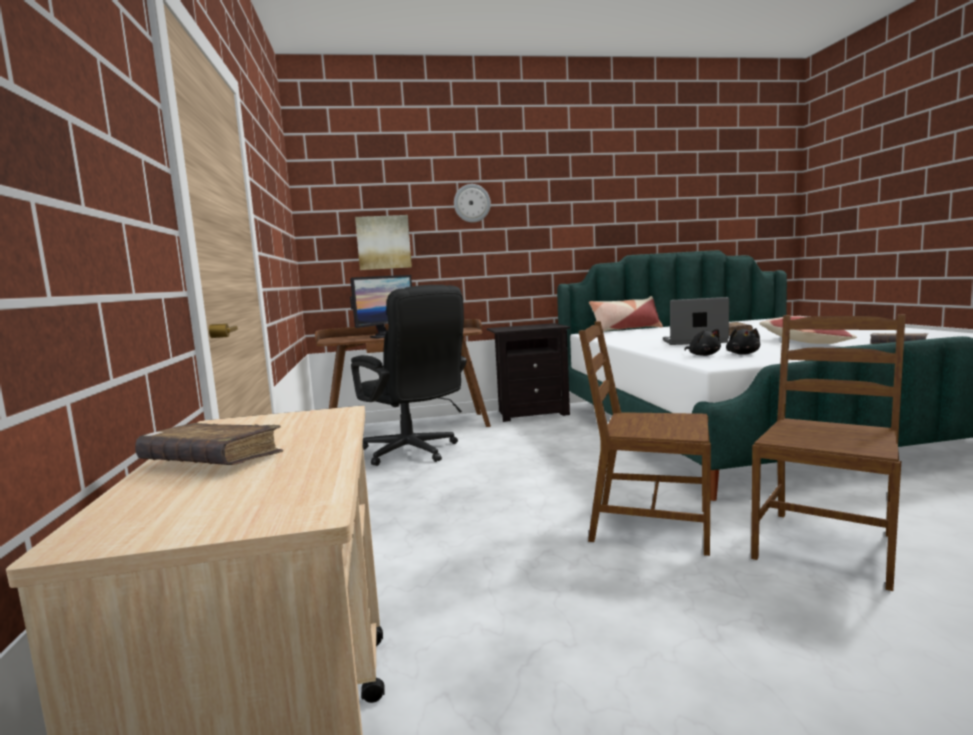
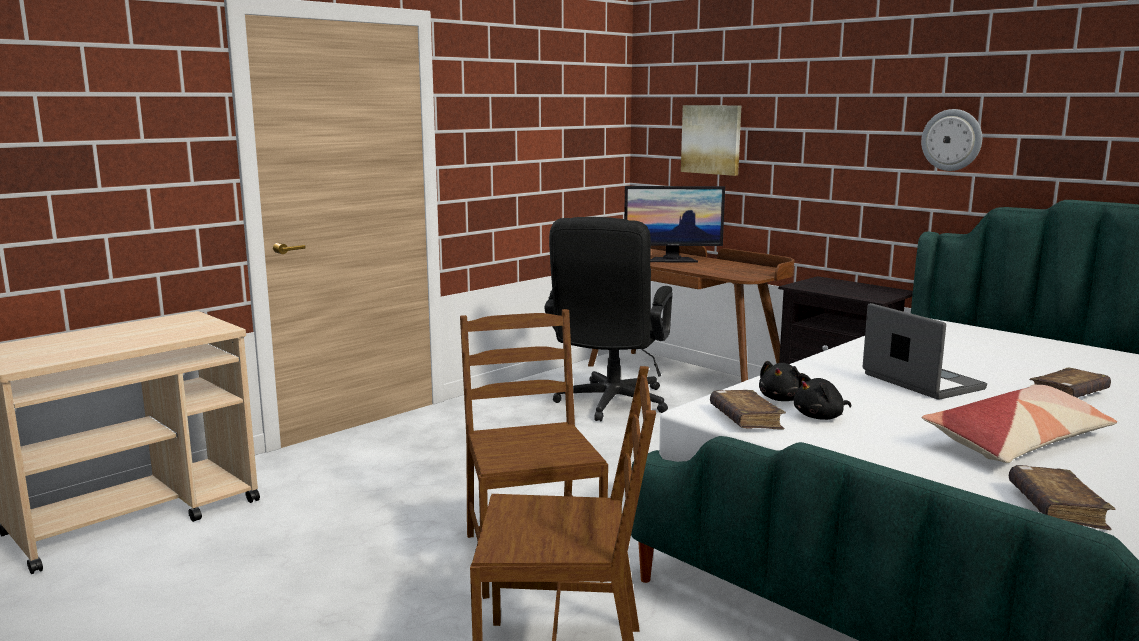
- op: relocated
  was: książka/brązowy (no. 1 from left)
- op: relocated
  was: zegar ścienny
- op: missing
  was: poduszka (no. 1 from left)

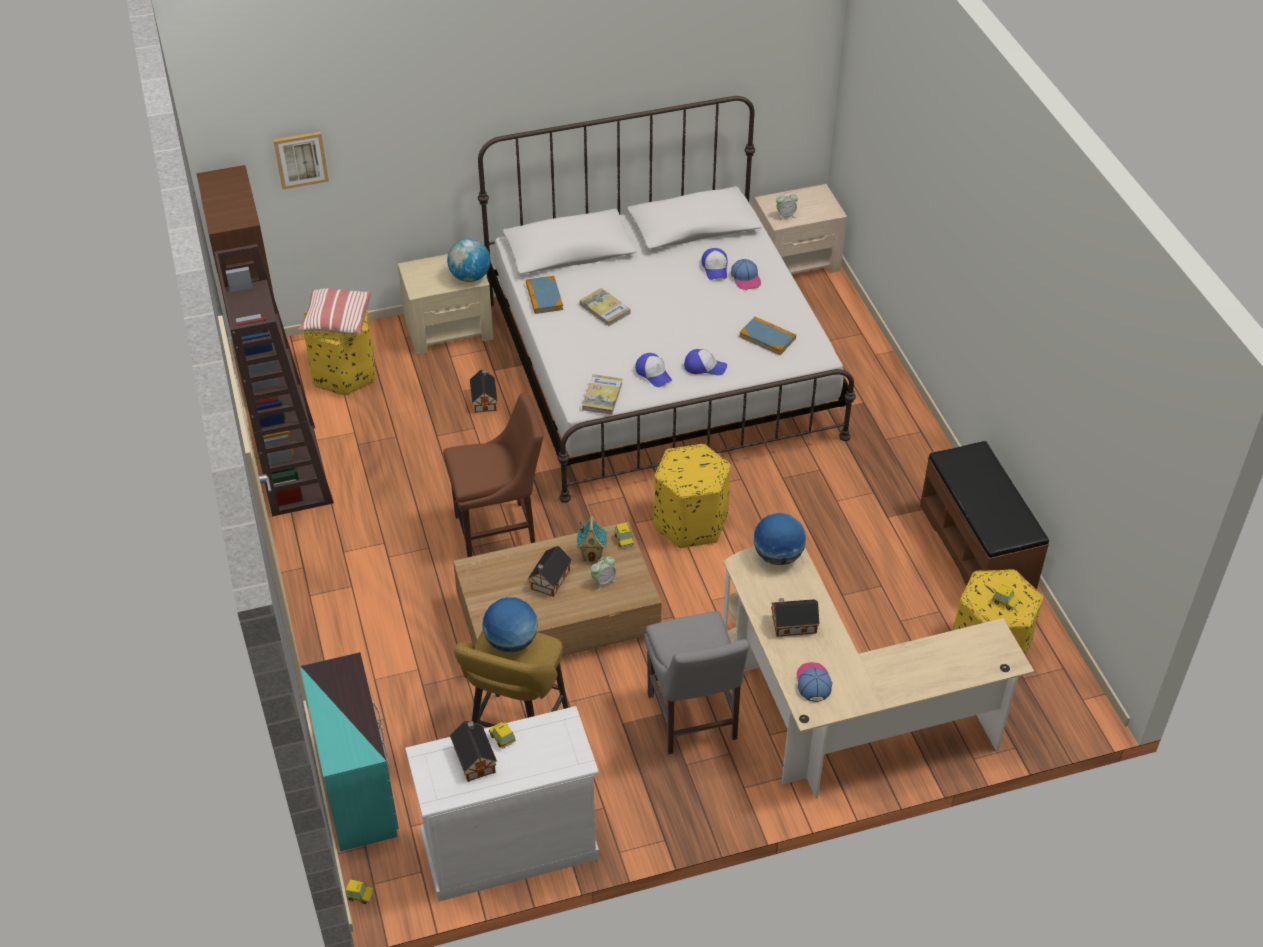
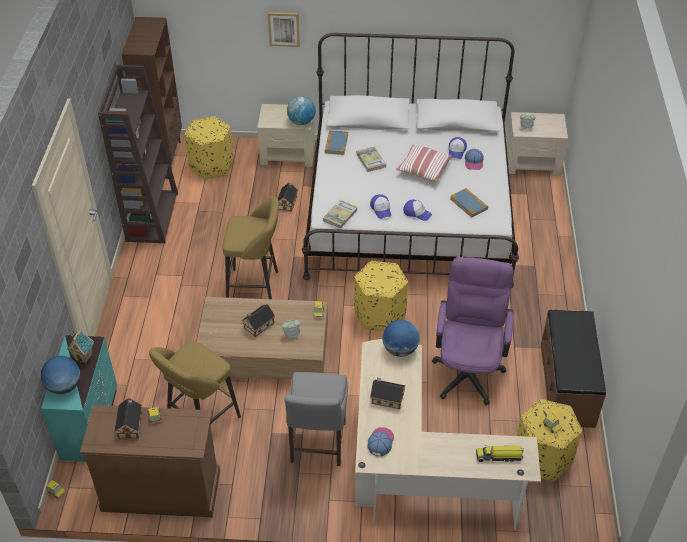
- op: relocated
  was: obraz
- op: relocated
  was: poduszka
- op: colour
  was: komoda/biały
  now: komoda/brązowy
- op: exchanged
  was: krzesło/brązowy
  now: stołek/żółty (no. 2 from left)
- op: relocated
  was: globus (no. 2 from left in the first image)
  now: globus (no. 1 from left)
- op: relocated
  was: domek (no. 4 from left in the first image)
  now: domek (no. 1 from left)
- op: appeared
  now: krzesło biurowe/fioletowy
- op: appeared
  now: ciężarówka zabawkowa

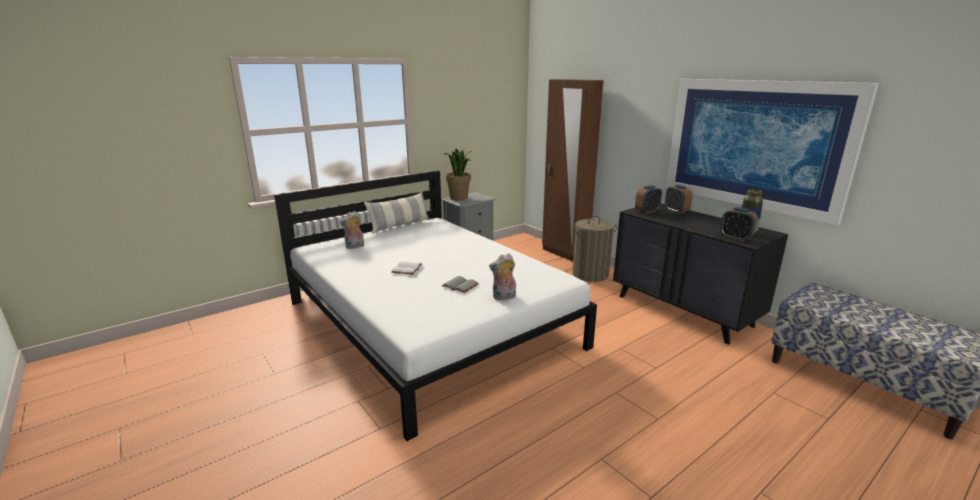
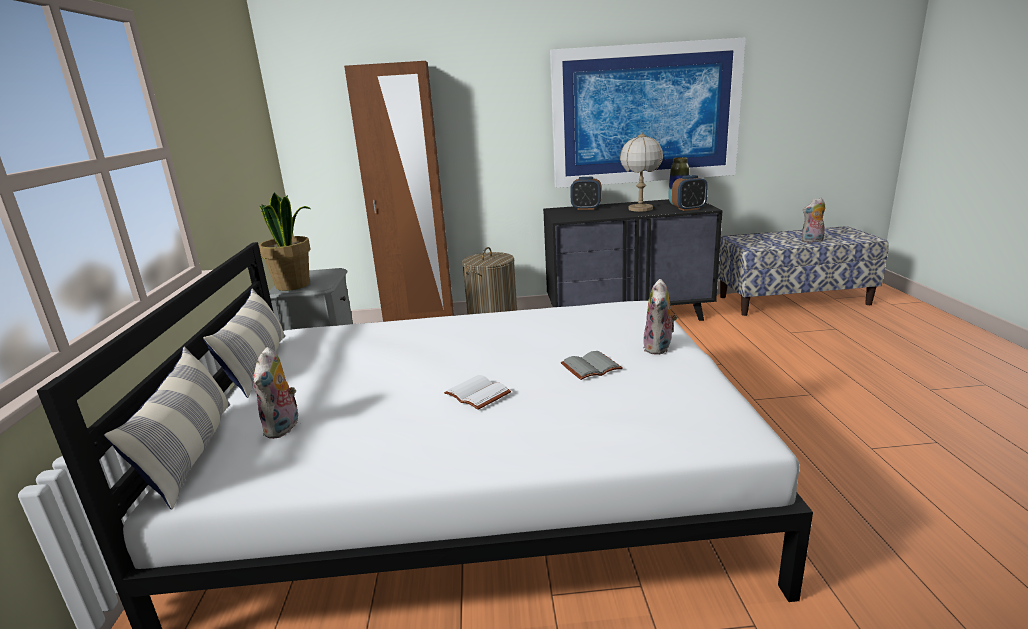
- op: missing
  was: budzik (no. 1 from left)
- op: appeared
  now: poduszka (no. 1 from left)
- op: appeared
  now: lampa stołowa
- op: appeared
  now: pluszak (no. 3 from left)

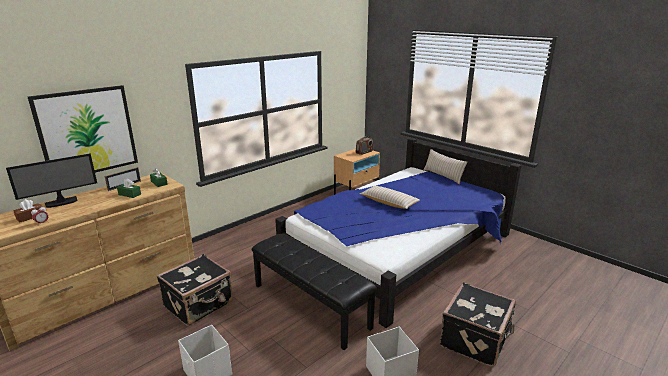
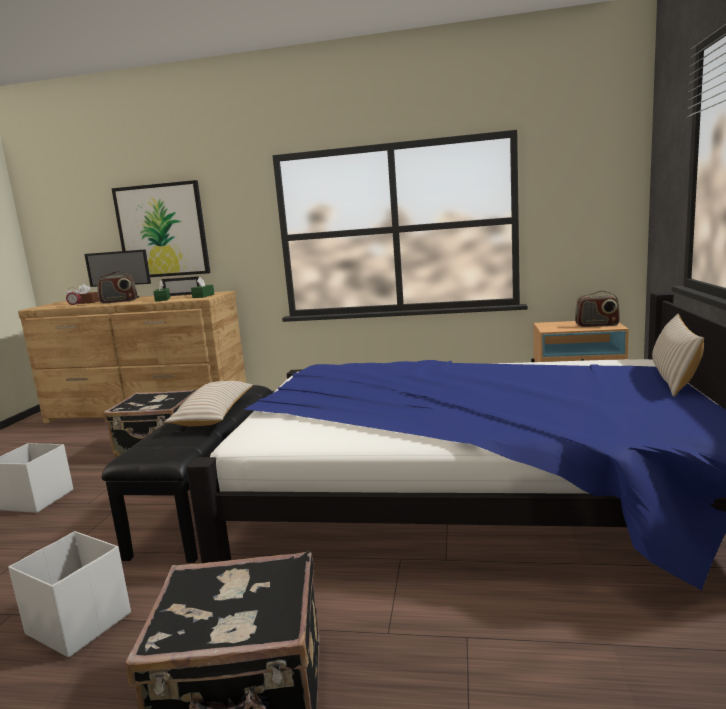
- op: relocated
  was: poduszka/beżowy (no. 1 from left)
- op: appeared
  now: radio (no. 1 from left)

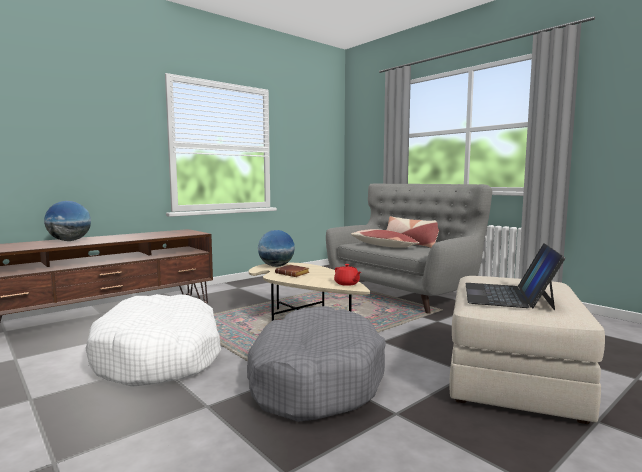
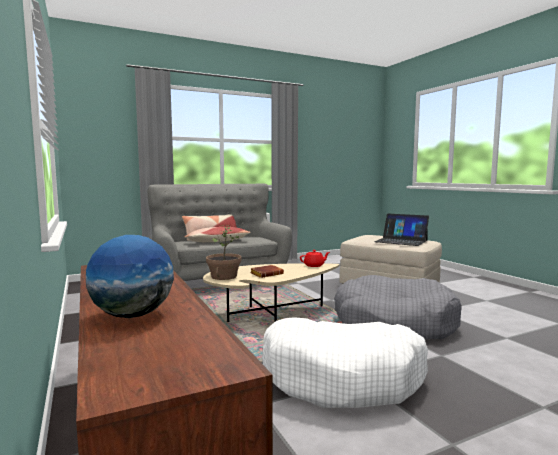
- op: exchanged
  was: globus (no. 2 from left)
  now: roślina doniczkowa

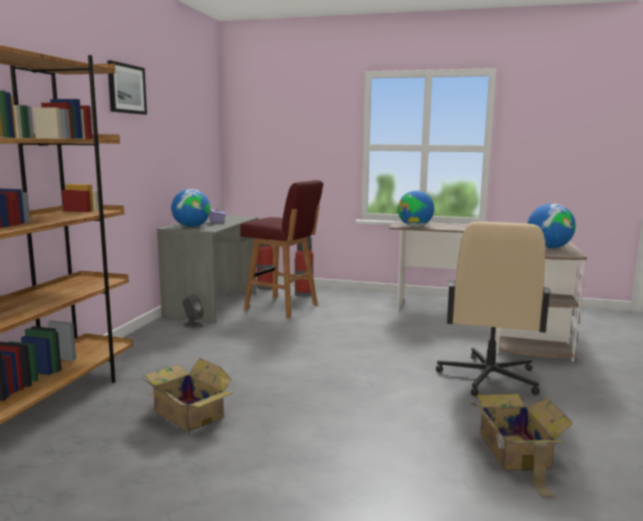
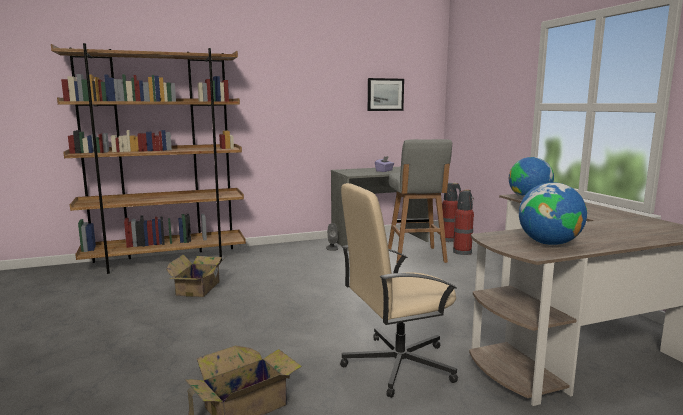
- op: relocated
  was: obraz
- op: missing
  was: globus (no. 1 from left)
- op: colour
  was: stołek/czerwony
  now: stołek/szary

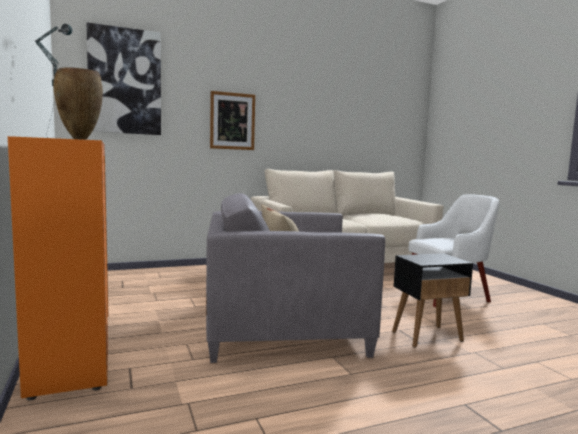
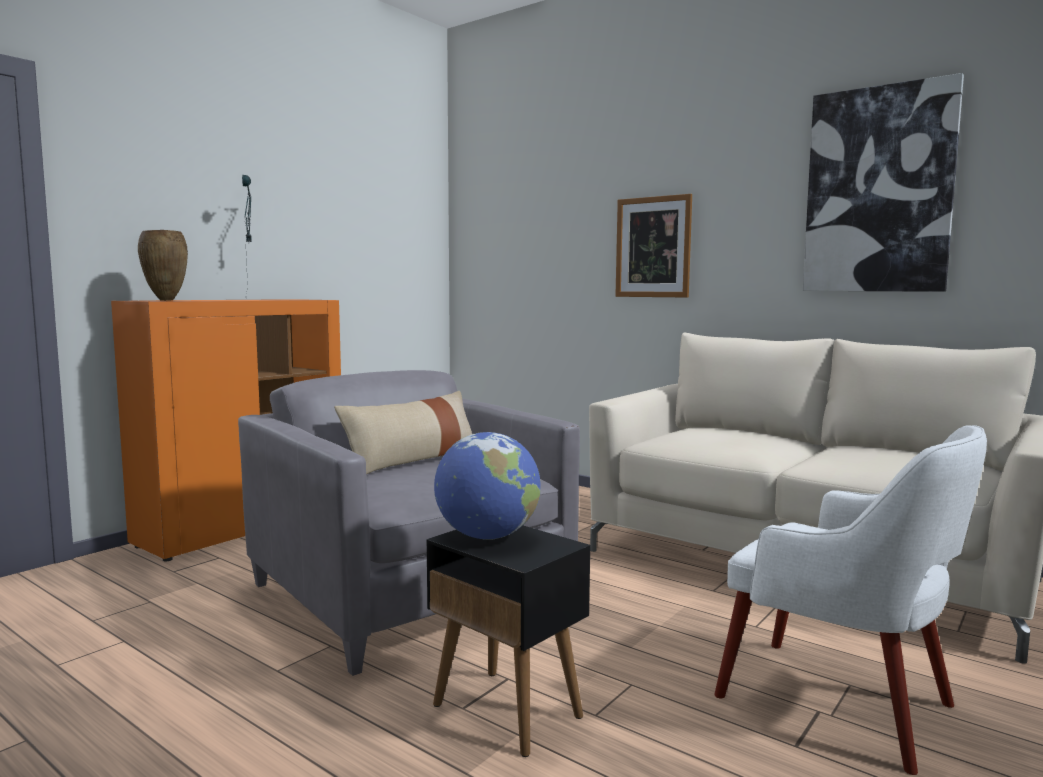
- op: relocated
  was: obraz (no. 1 from left in the first image)
  now: obraz (no. 2 from left)
- op: appeared
  now: globus

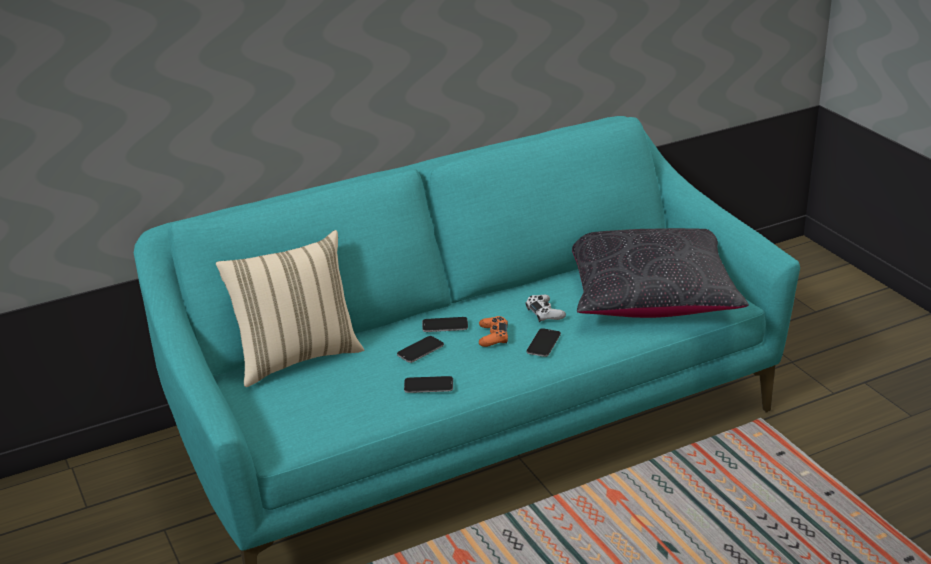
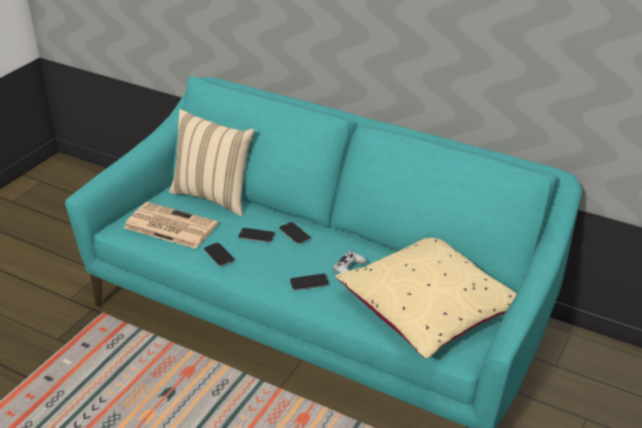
- op: missing
  was: pad do gier/pomarańczowy
- op: colour
  was: poduszka/czarny
  now: poduszka/beżowy (no. 2 from left)
- op: appeared
  now: gazeta

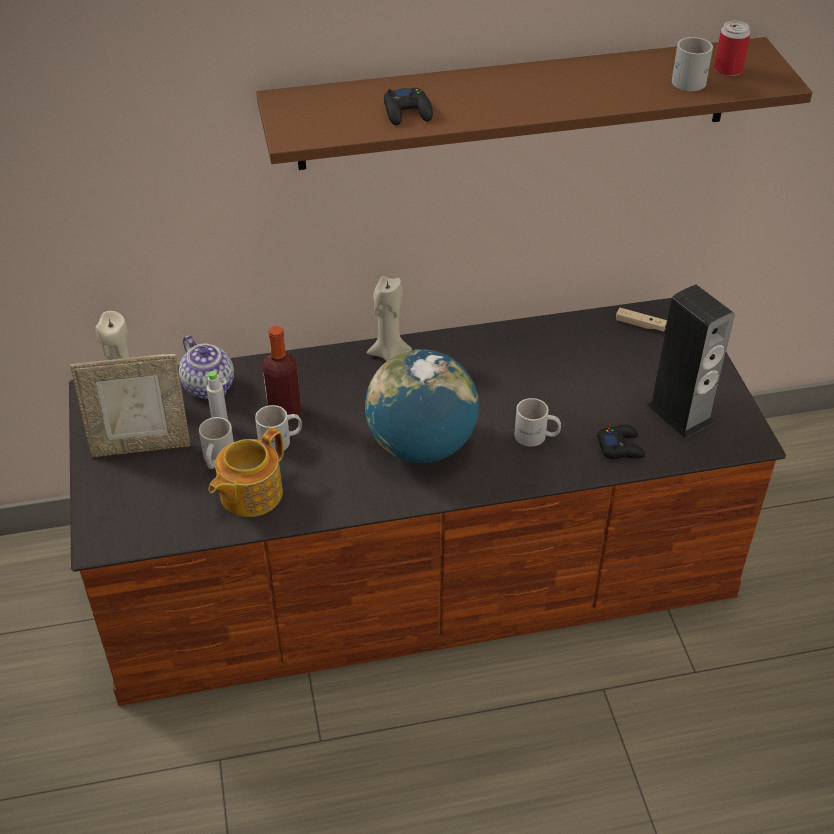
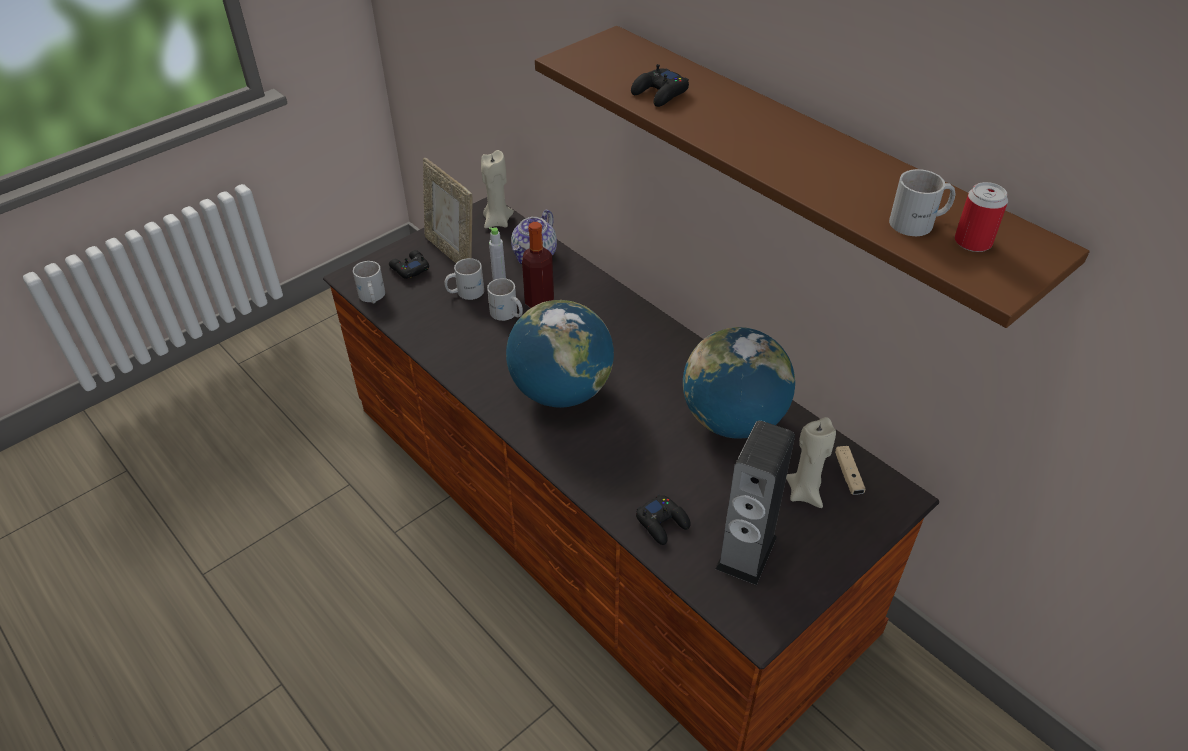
- op: missing
  was: imbryk (no. 2 from left)
- op: relocated
  was: świeca/beżowy (no. 2 from left)
- op: relocated
  was: kubek/biały (no. 3 from left in the first image)
  now: kubek/biały (no. 1 from left)
- op: appeared
  now: pad do gier/czarny (no. 1 from left)
- op: appeared
  now: globus (no. 2 from left)

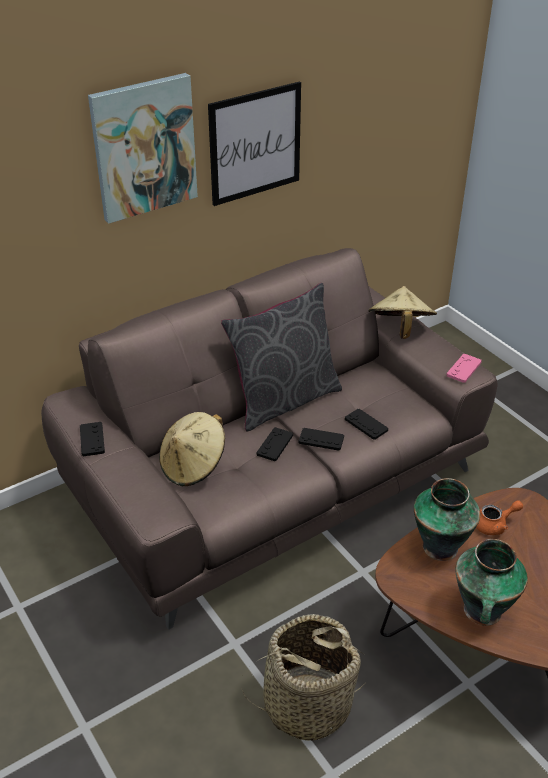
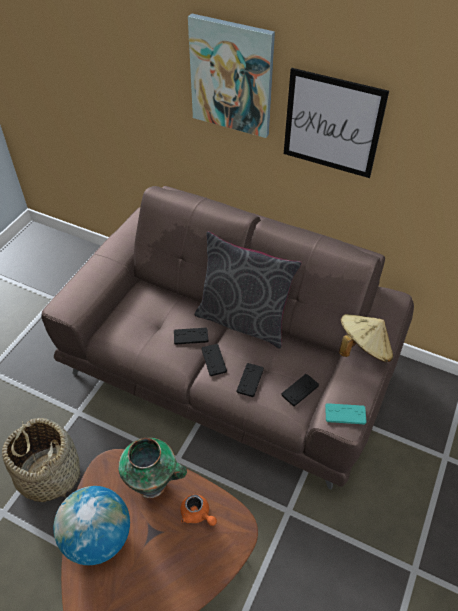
- op: relocated
  was: pad do gier/czarny (no. 1 from left in the first image)
  now: pad do gier/czarny (no. 4 from left)
- op: missing
  was: kapelusz/beżowy (no. 1 from left)
- op: colour
  was: pad do gier/różowy
  now: pad do gier/turkusowy
- op: exchanged
  was: wazon (no. 2 from left)
  now: globus

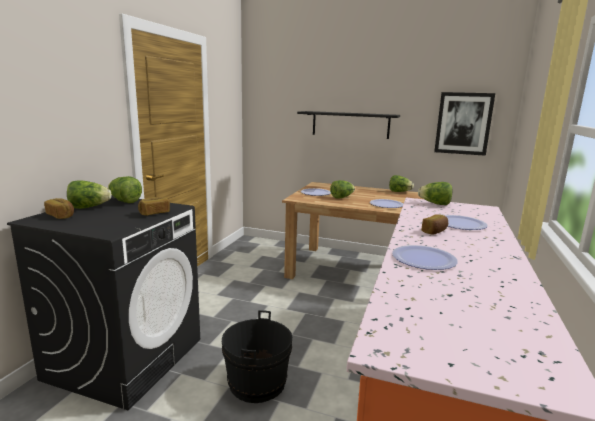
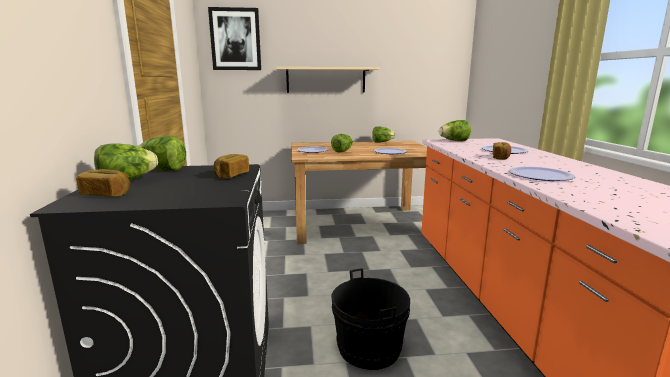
- op: colour
  was: półka/czarny
  now: półka/beżowy
- op: relocated
  was: obraz

